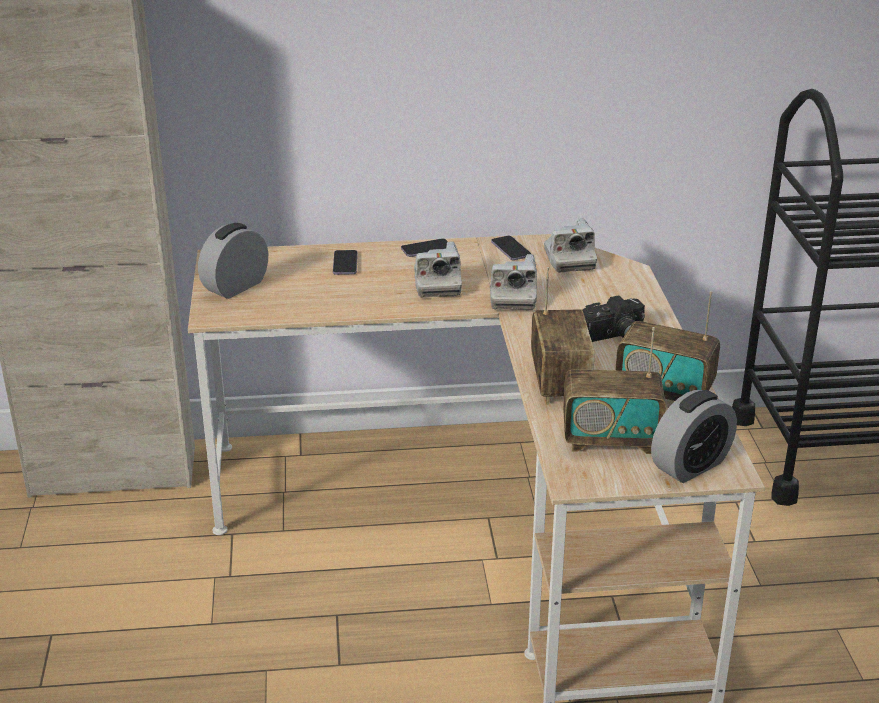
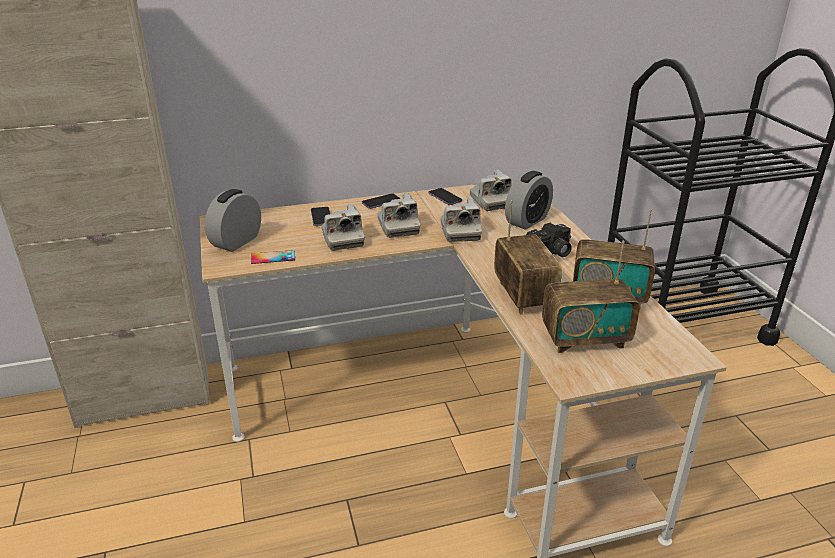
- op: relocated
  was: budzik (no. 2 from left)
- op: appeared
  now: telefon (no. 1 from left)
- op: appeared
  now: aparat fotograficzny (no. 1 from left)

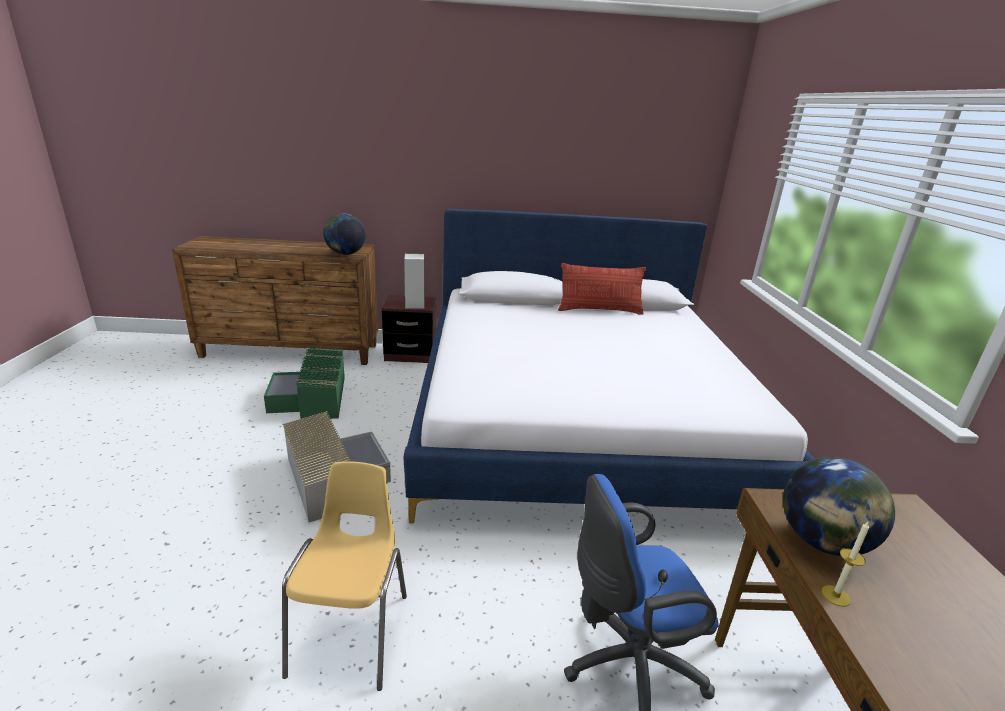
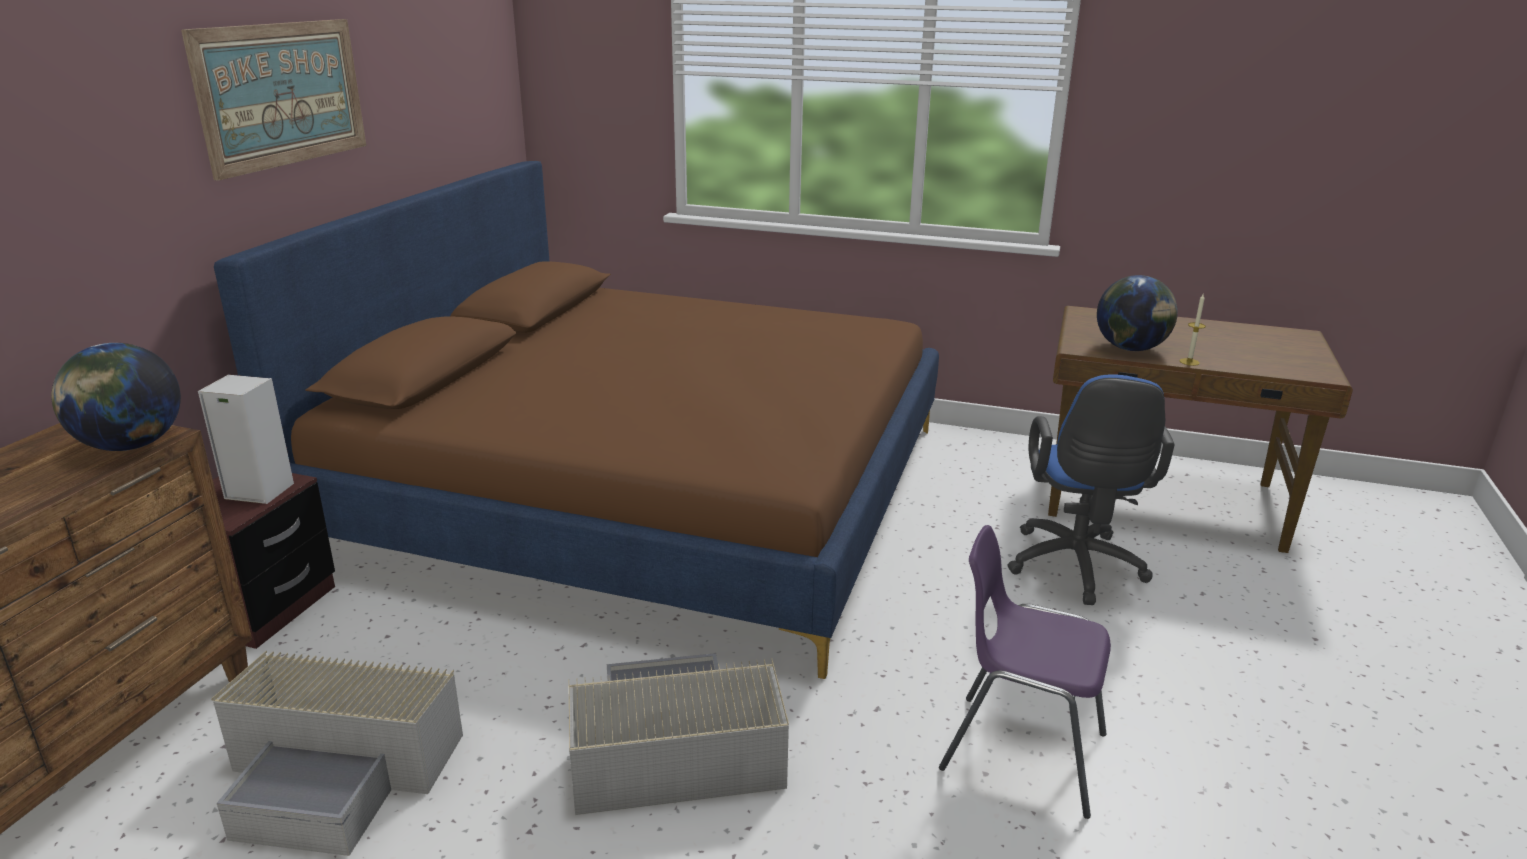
- op: colour
  was: pojemnik do przechowywania/zielony
  now: pojemnik do przechowywania/szary (no. 1 from left)
- op: colour
  was: krzesło/żółty
  now: krzesło/fioletowy
- op: colour
  was: łóżko/biały
  now: łóżko/brązowy
- op: missing
  was: poduszka
- op: appeared
  now: obraz

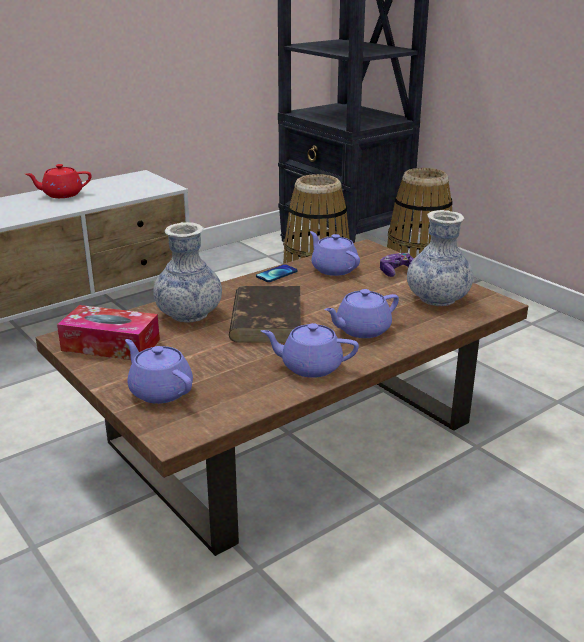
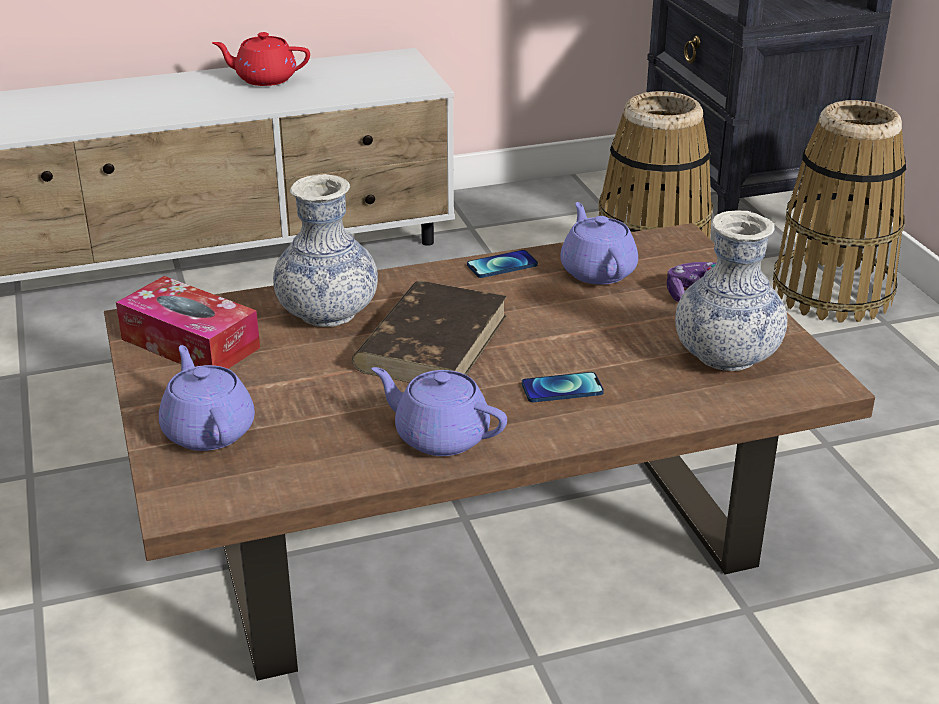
- op: exchanged
  was: imbryk/fioletowy (no. 4 from left)
  now: telefon (no. 2 from left)

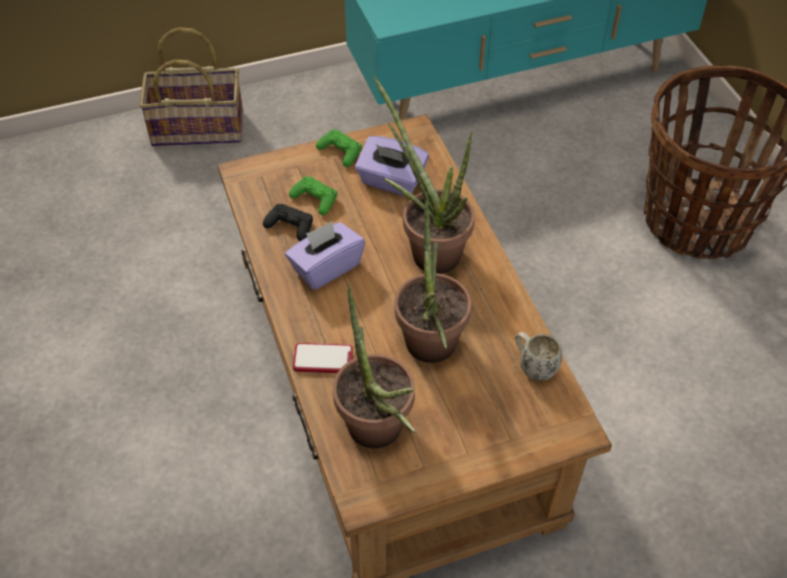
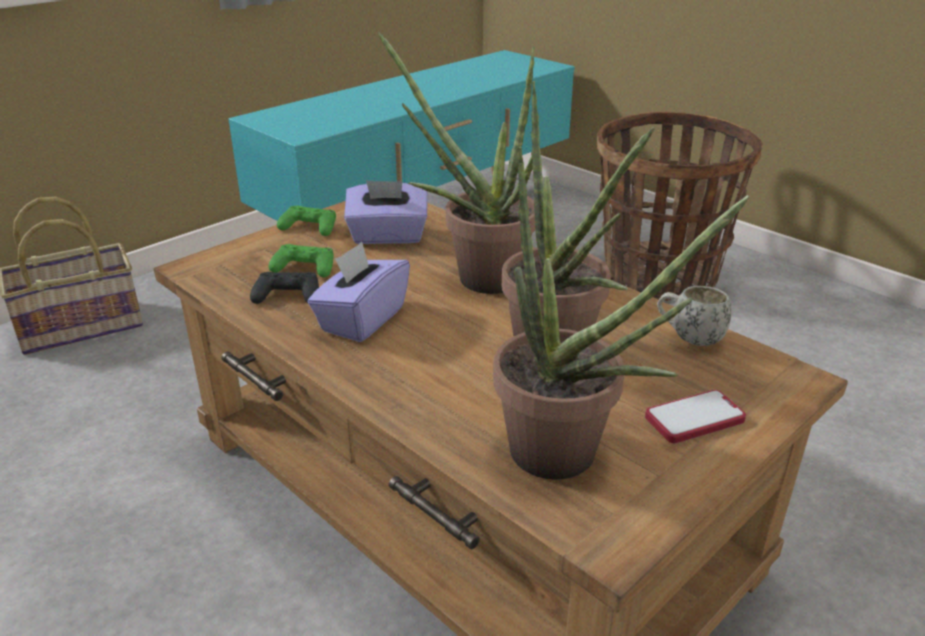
- op: relocated
  was: telefon

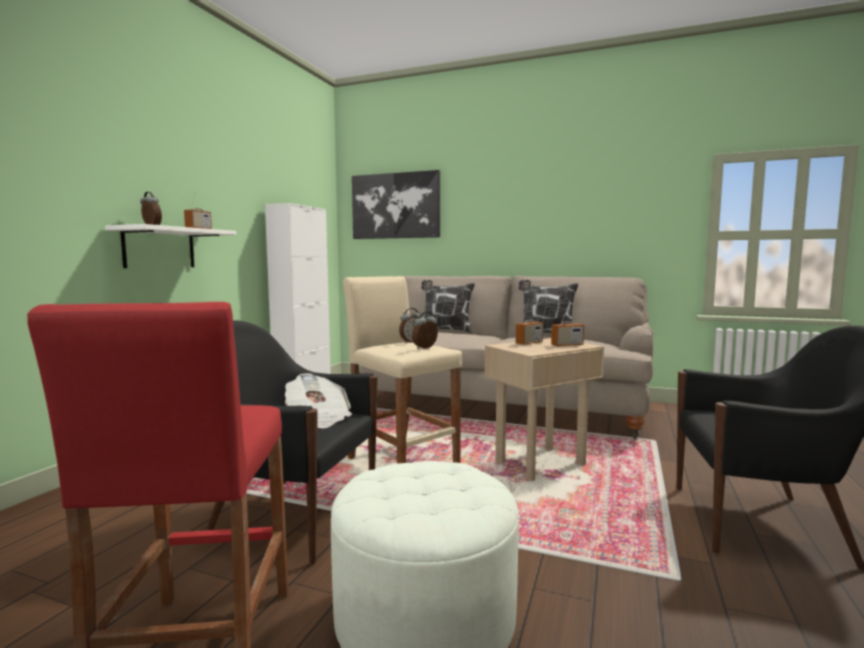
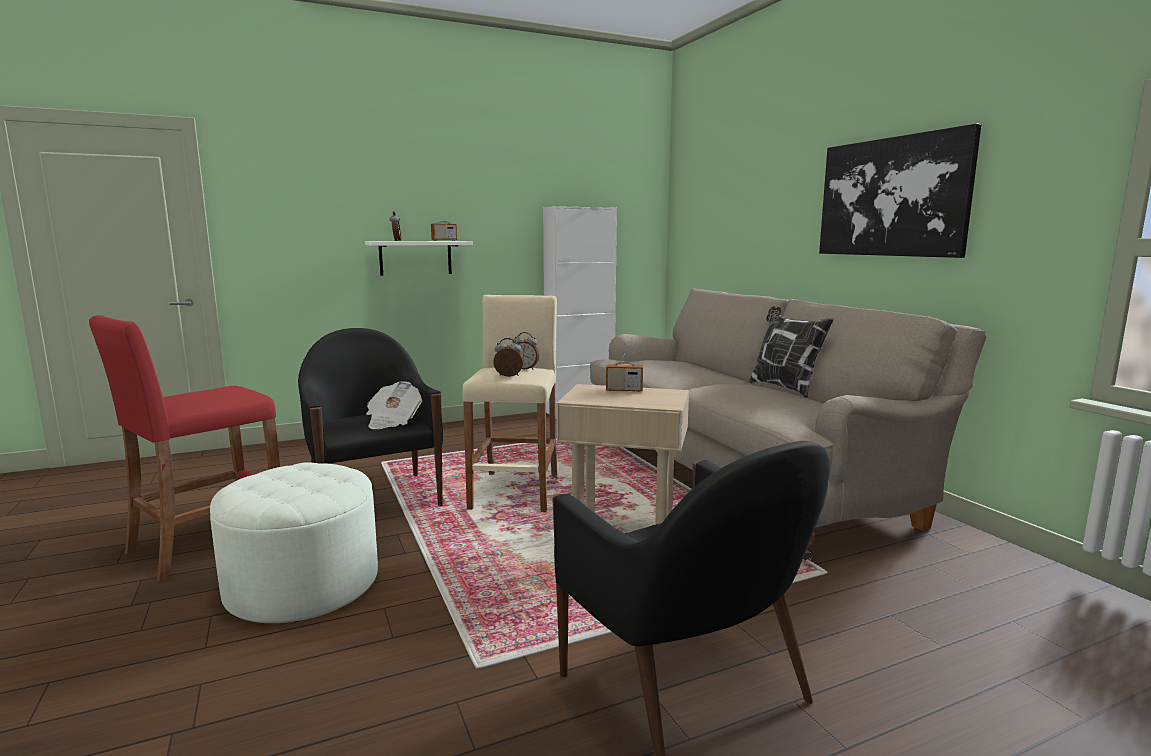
- op: relocated
  was: obraz
- op: missing
  was: poduszka (no. 1 from left)
- op: missing
  was: radio (no. 3 from left)

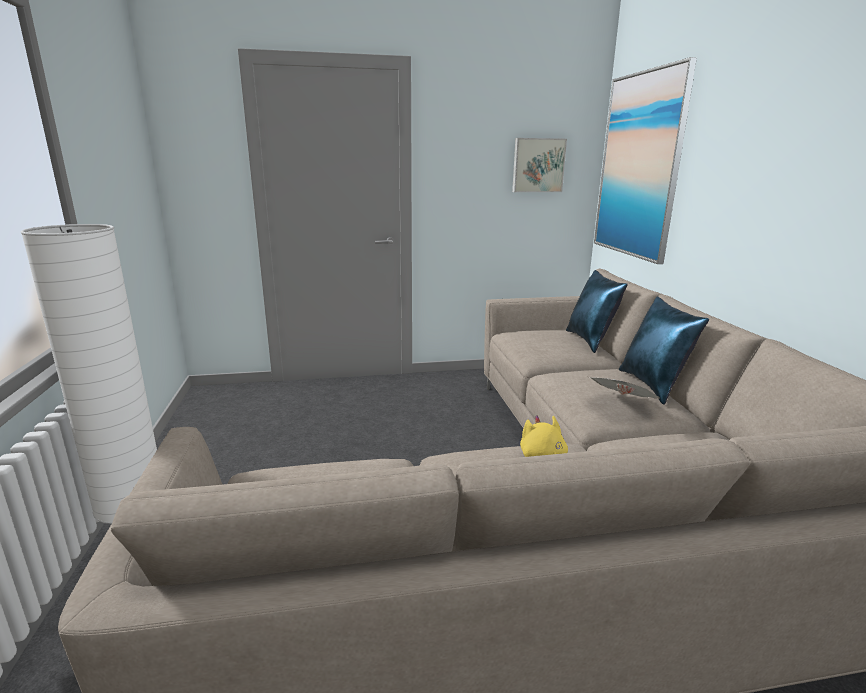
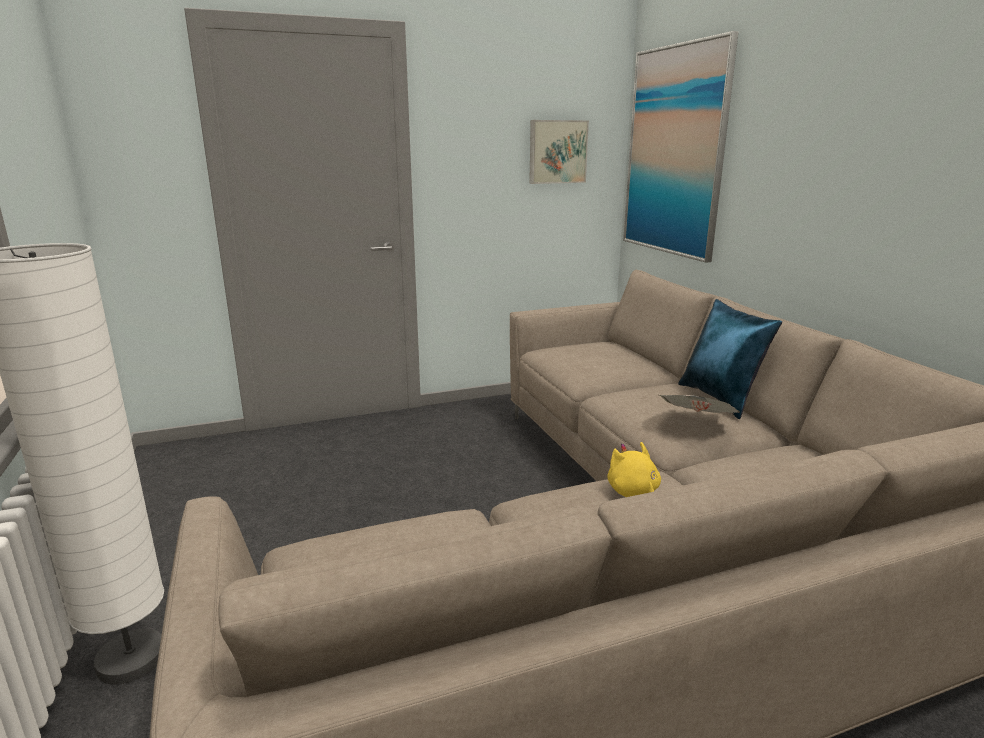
- op: missing
  was: poduszka/niebieski (no. 1 from left)

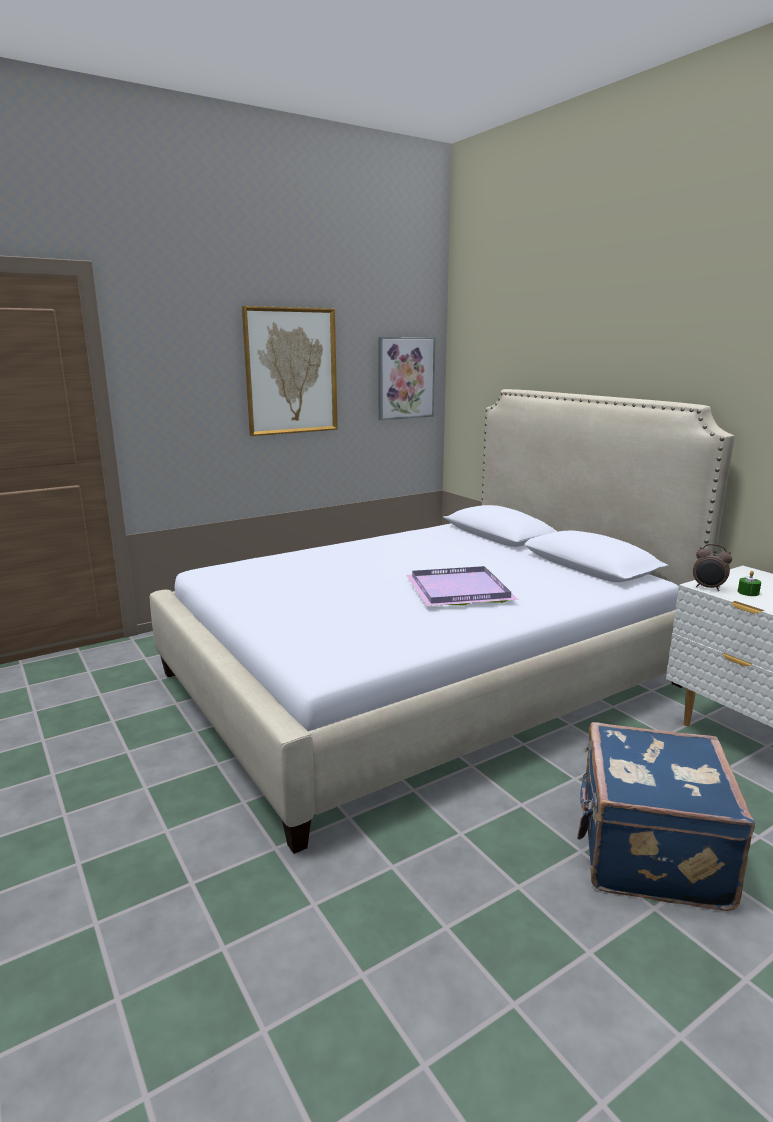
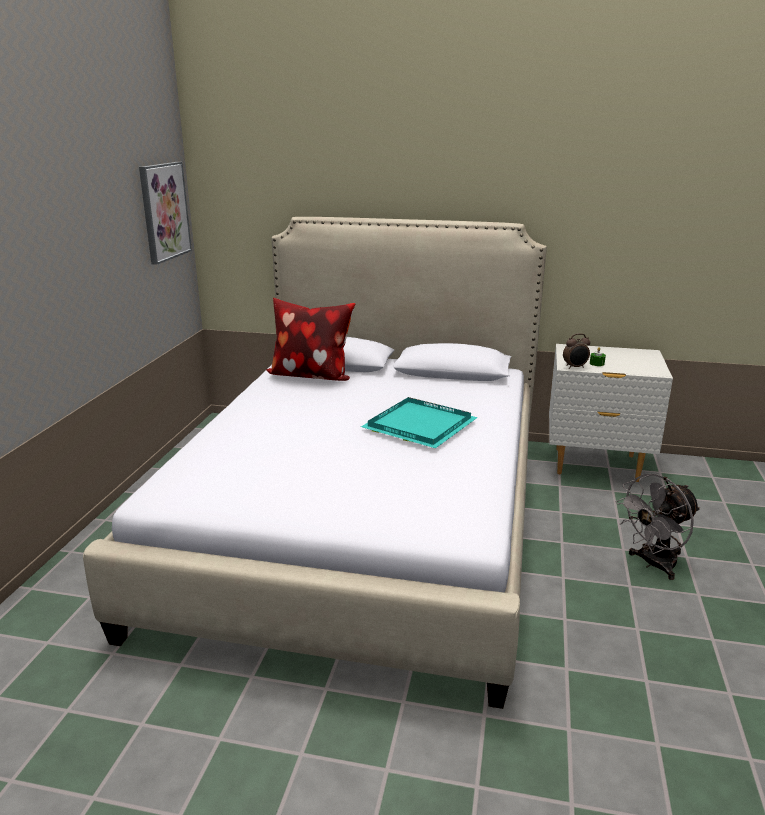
- op: missing
  was: obraz (no. 1 from left)
- op: colour
  was: taca/fioletowy
  now: taca/turkusowy
- op: exchanged
  was: walizka/niebieski
  now: wentylator/szary
- op: appeared
  now: poduszka

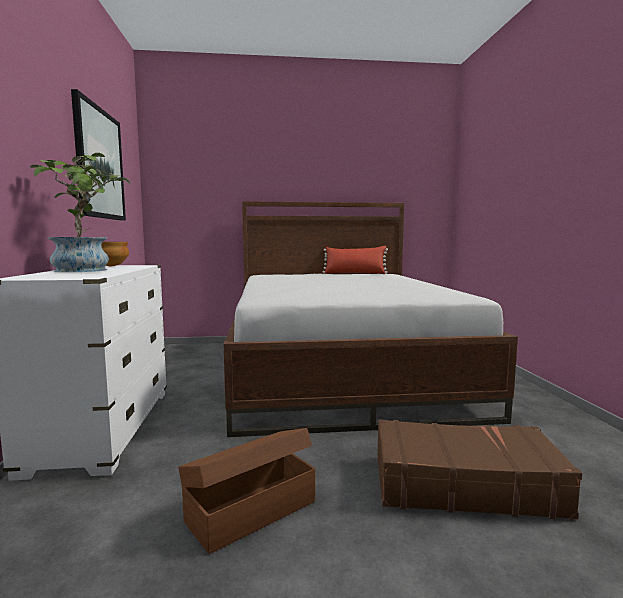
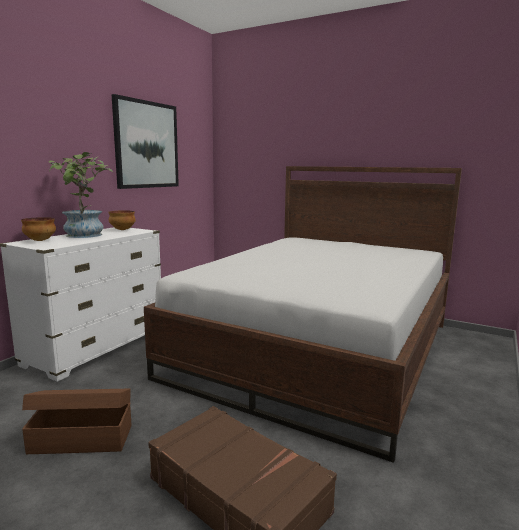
- op: missing
  was: poduszka/czerwony
- op: appeared
  now: miska (no. 1 from left)

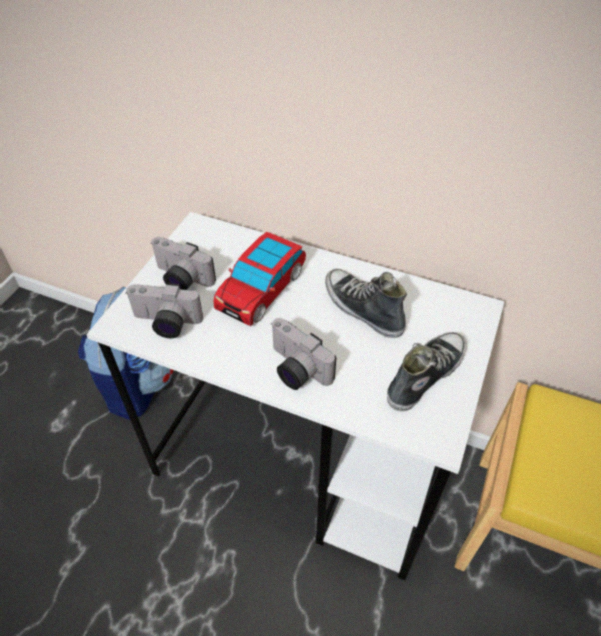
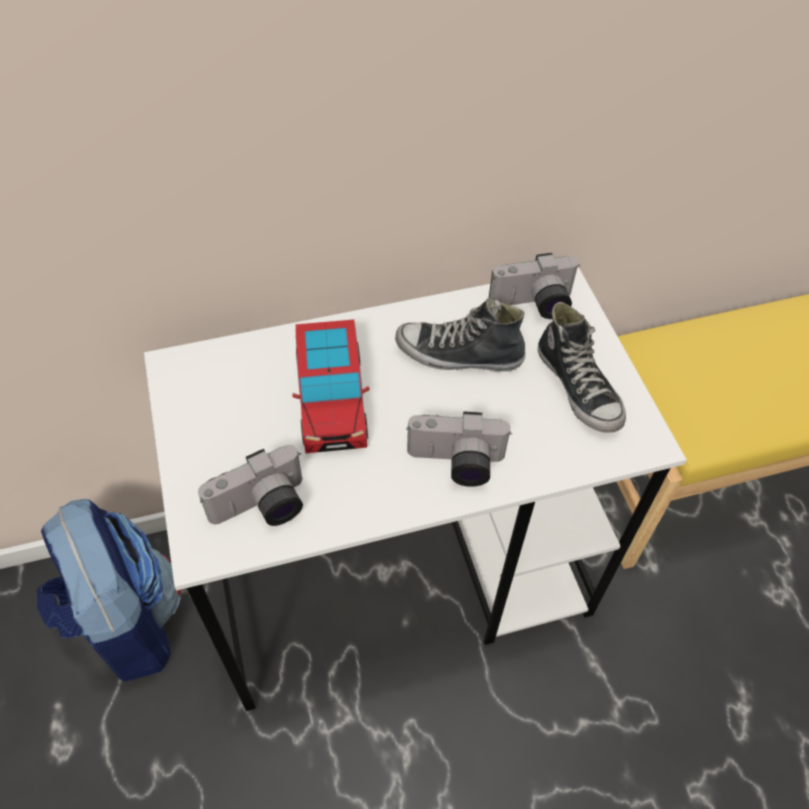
- op: relocated
  was: aparat fotograficzny (no. 2 from left in the first image)
  now: aparat fotograficzny (no. 3 from left)
- op: spun
  was: but (no. 2 from left)
  clockwise: 150

